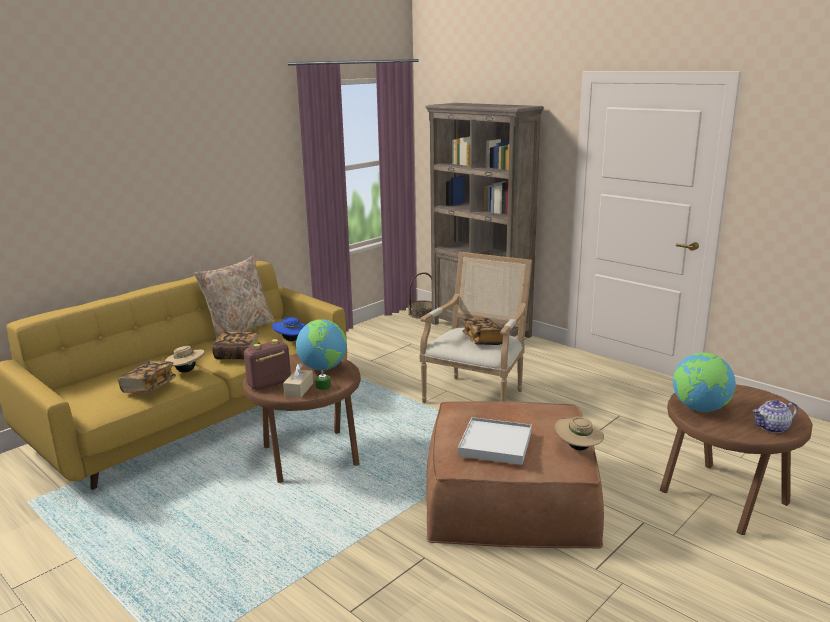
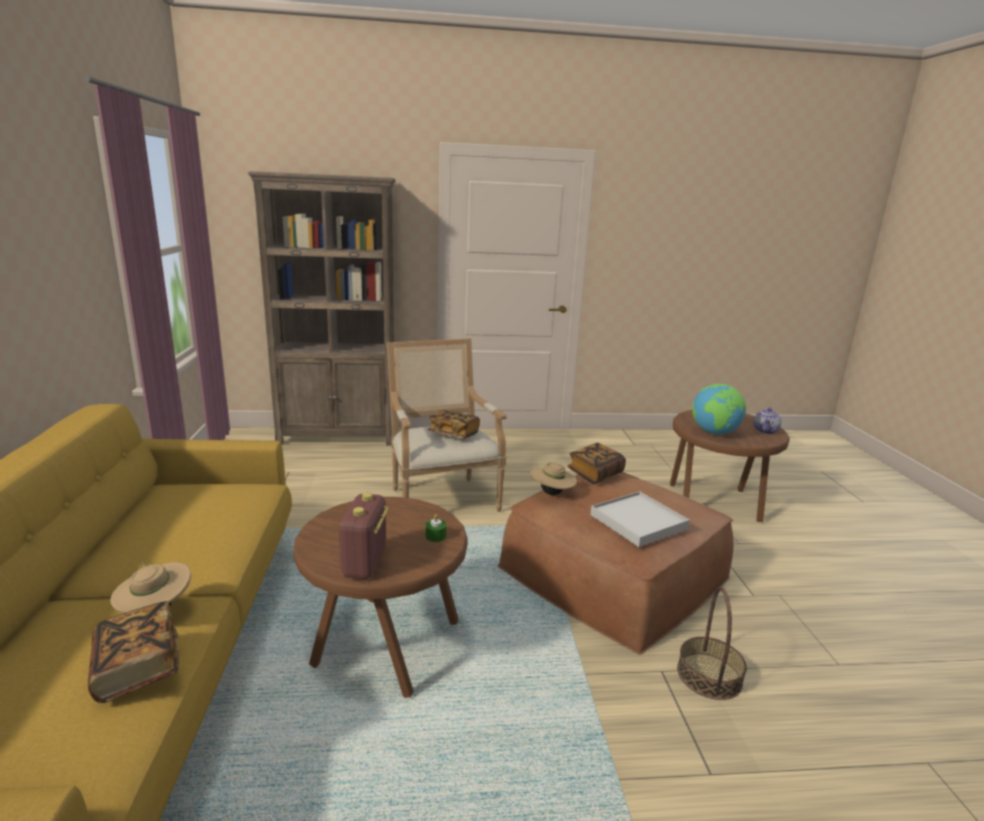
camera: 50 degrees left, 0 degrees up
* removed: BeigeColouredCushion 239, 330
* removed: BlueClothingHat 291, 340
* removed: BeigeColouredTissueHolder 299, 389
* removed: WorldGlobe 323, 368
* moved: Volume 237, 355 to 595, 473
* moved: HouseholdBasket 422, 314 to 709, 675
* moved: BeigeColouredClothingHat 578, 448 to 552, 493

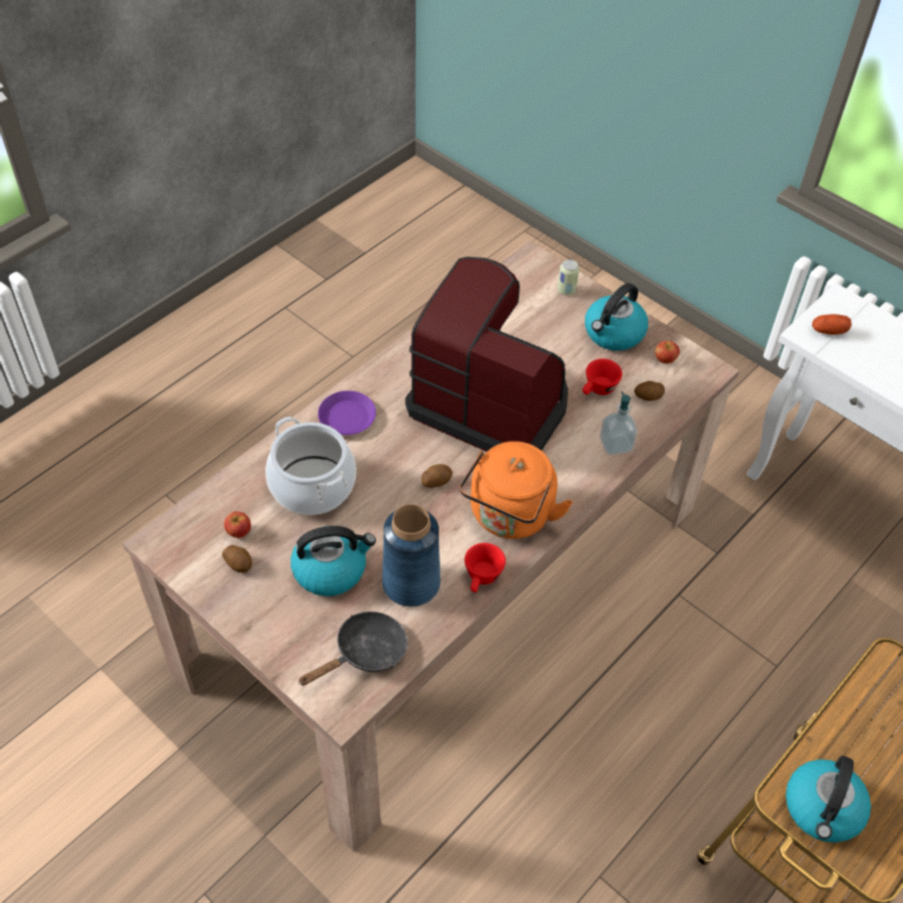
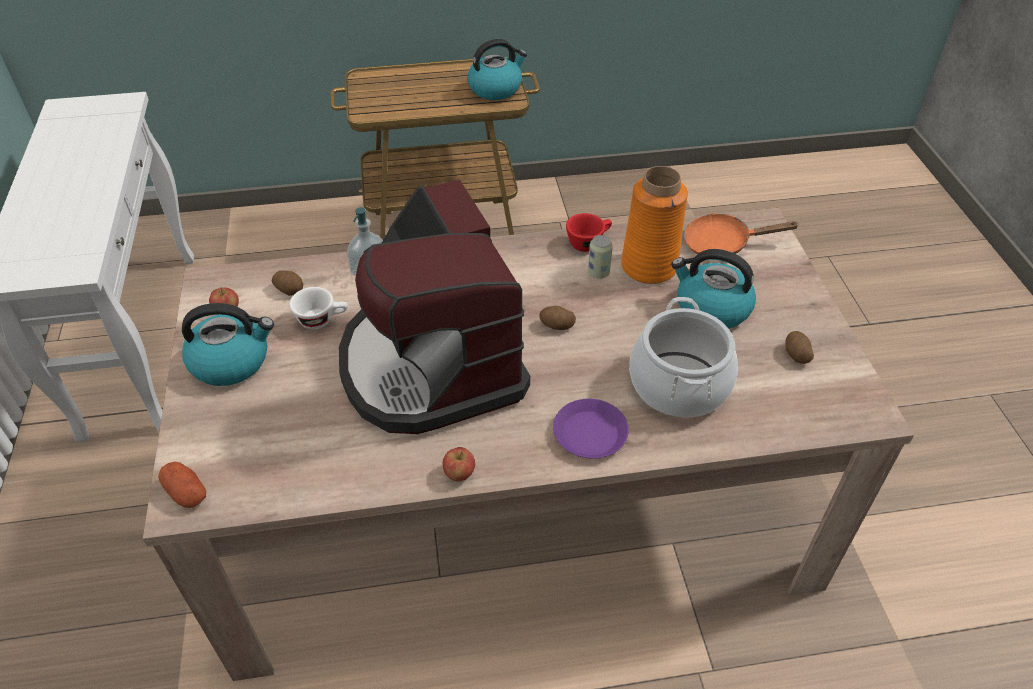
camera: 140 degrees left, 5 degrees down
* removed: OrangeColouredKettle 509, 516
* moved: WholeApple 239, 532 to 459, 473
* moved: Can 566, 290 to 598, 273
* moved: Potato 828, 331 to 186, 493
* recoloured: BlackColouredSkillet 365, 653 to OrangeColouredSkillet 722, 244
* recoloured: BlueVase 411, 583 to OrangeColouredVase 649, 266
* recoloured: RedCup 598, 390 to WhiteCup 322, 319

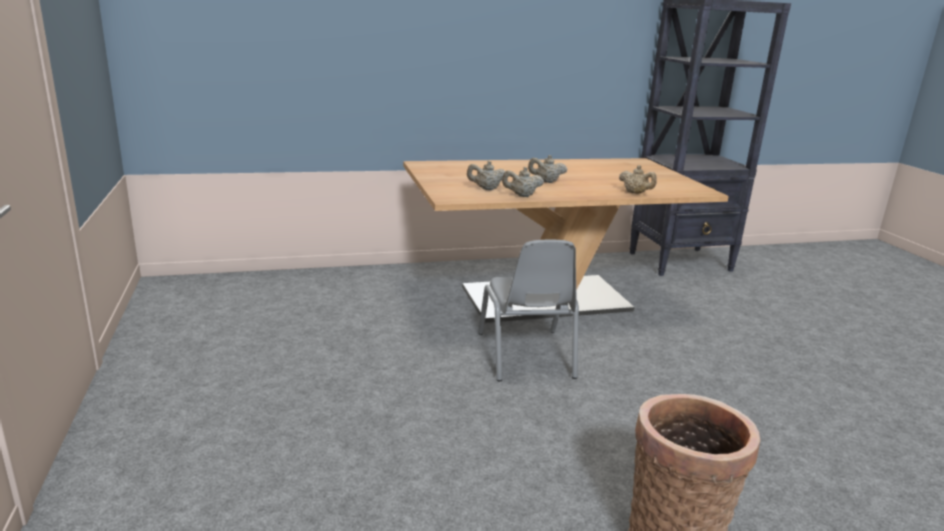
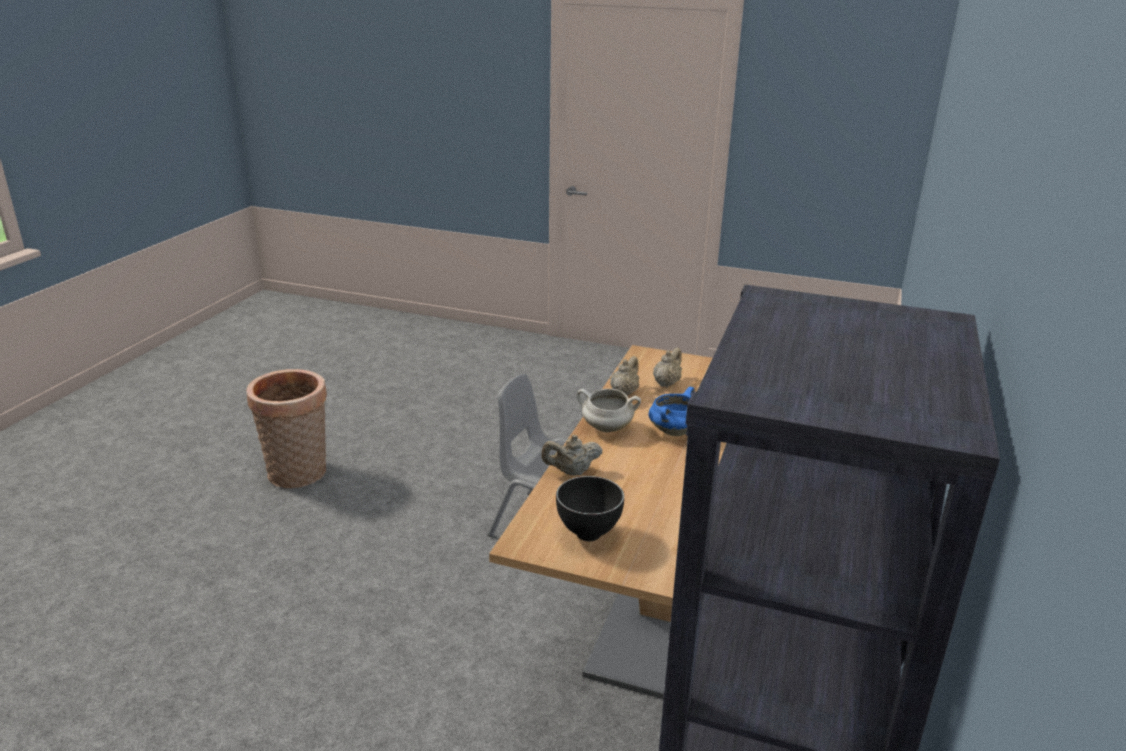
camera: 125 degrees right, 5 degrees up
* added: BlackColouredServingBowl 586, 535
* added: WhiteCookingPot 606, 428
* replaced: BeigeColouredTeapot 546, 182 to BlueCookingPot 674, 431

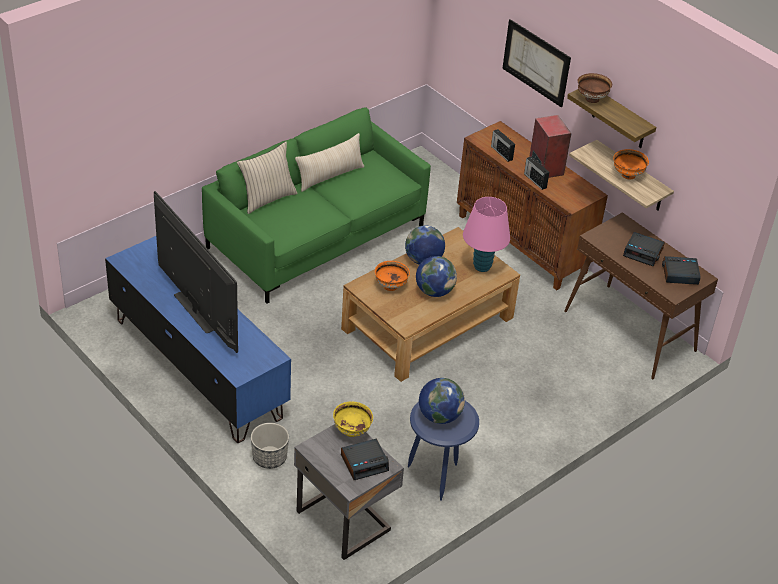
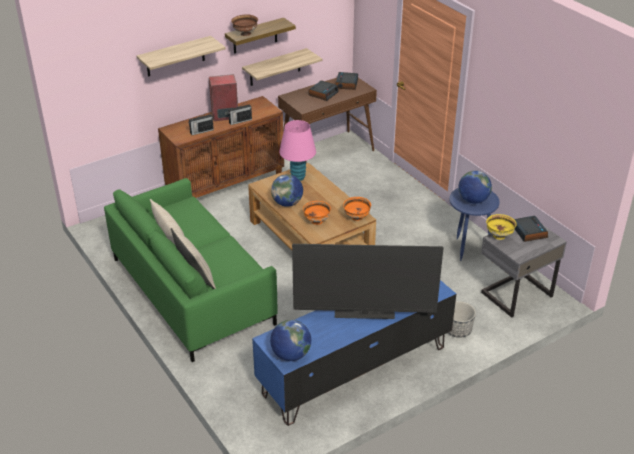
camera: 80 degrees left, 5 degrees down
* moved: WorldGlobe 434, 291 to 291, 354
* moved: OrangeColouredServingBowl 627, 175 to 357, 217
* replaced: WallArt 536, 62 to WallShelf 175, 56
* turned: Television 195, 312 = 364, 314 150 degrees counterclockwise

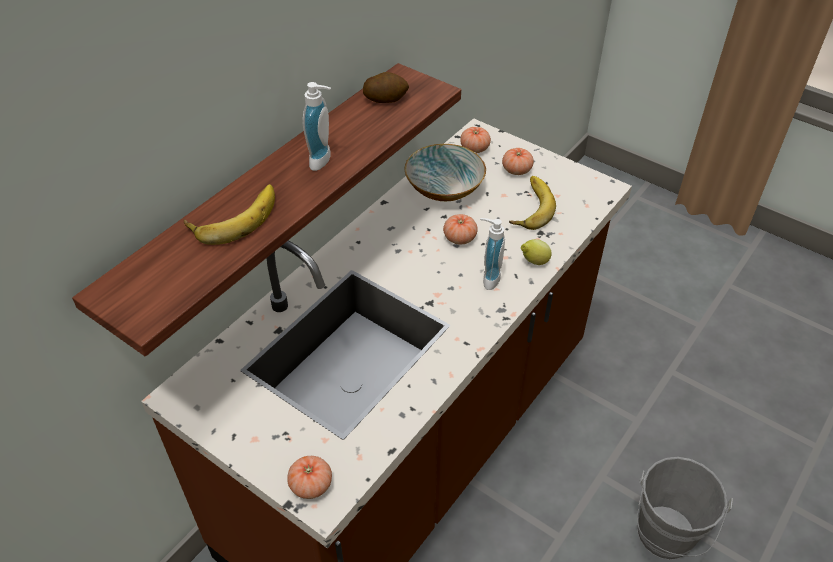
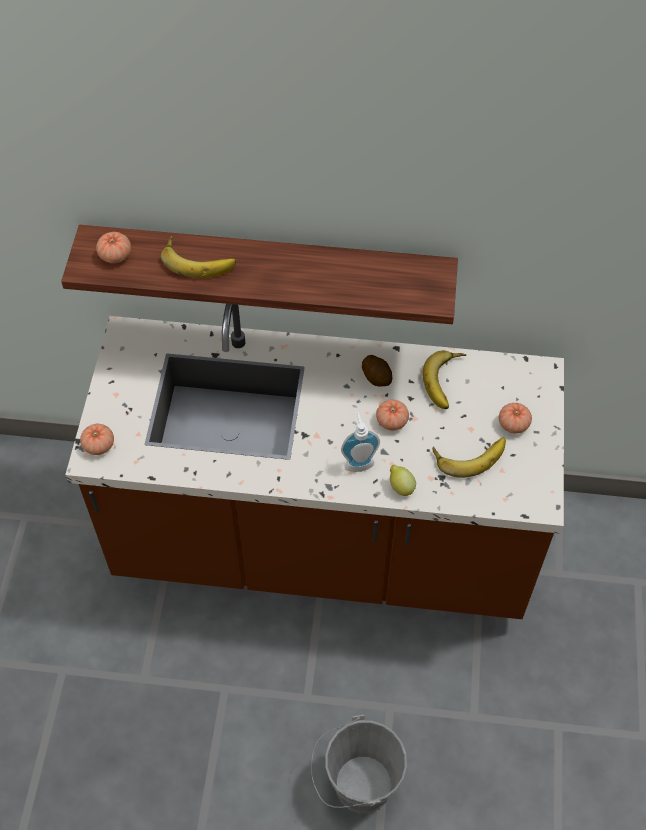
camera: 60 degrees right, 10 degrees up
* removed: SoapBottle 324, 161
* moved: Potato 386, 99 to 377, 377
* moved: FreshTomato 474, 148 to 115, 255
* replaced: ServingBowl 445, 188 to WholeBanana 447, 382

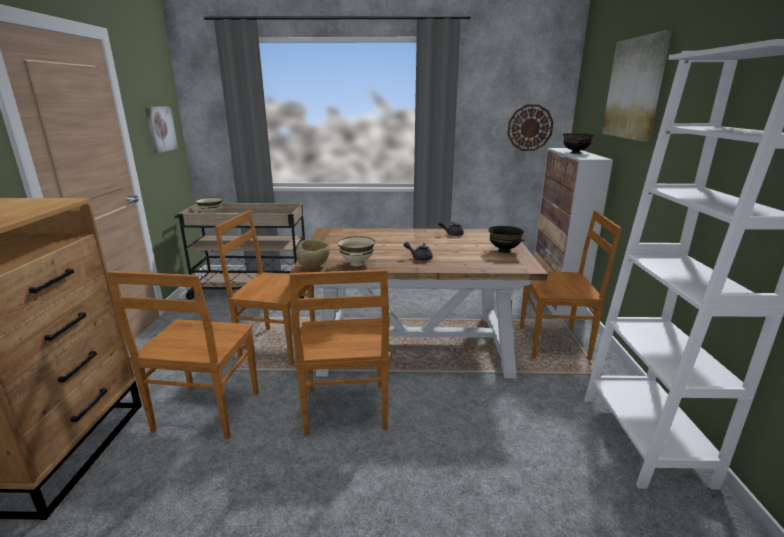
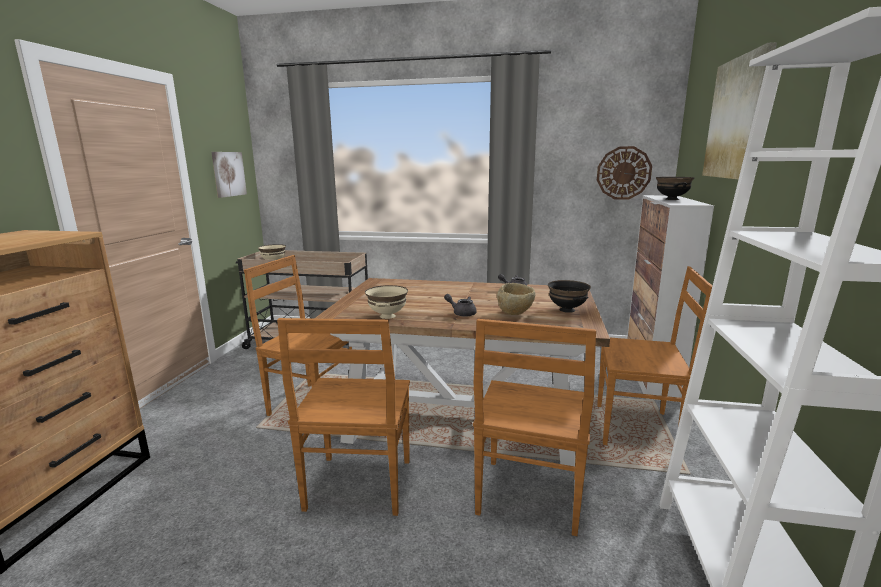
camera: 10 degrees right, 5 degrees down
* moved: BrownChair 206, 413 to 529, 497
* moved: BeigeColouredServingBowl 314, 267 to 516, 313

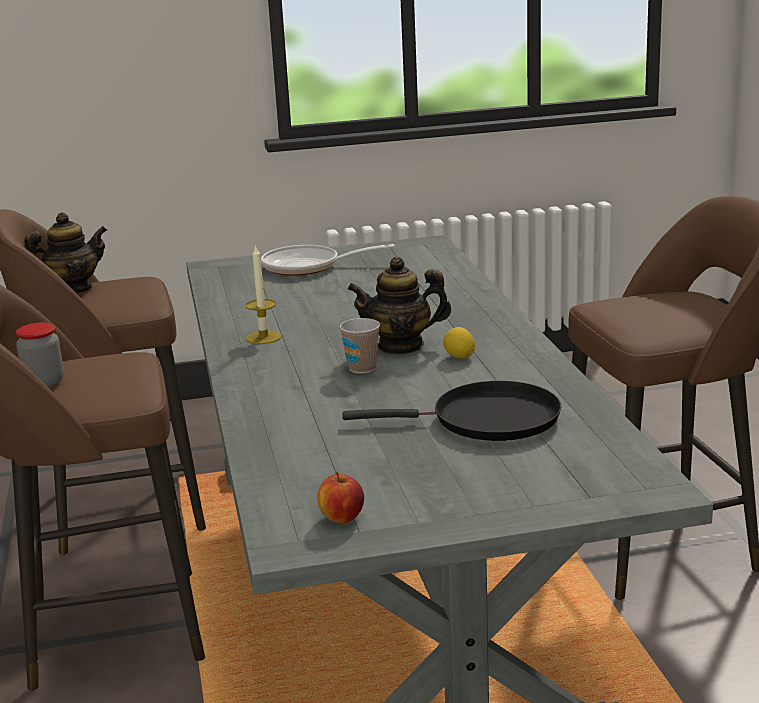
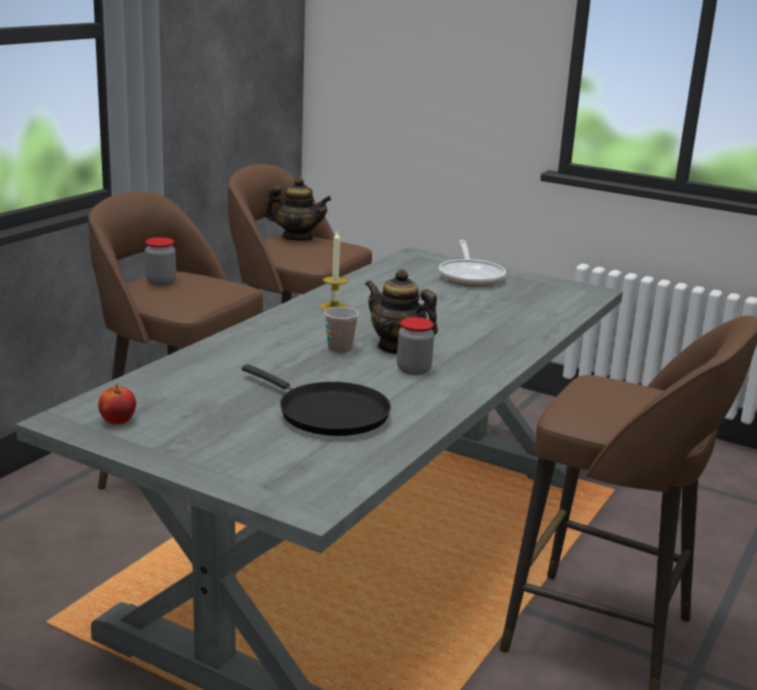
camera: 40 degrees right, 0 degrees up
* replaced: CitrusFruit 459, 357 to Jar 413, 370
* turned: Skillet 308, 266 = 471, 276 135 degrees counterclockwise

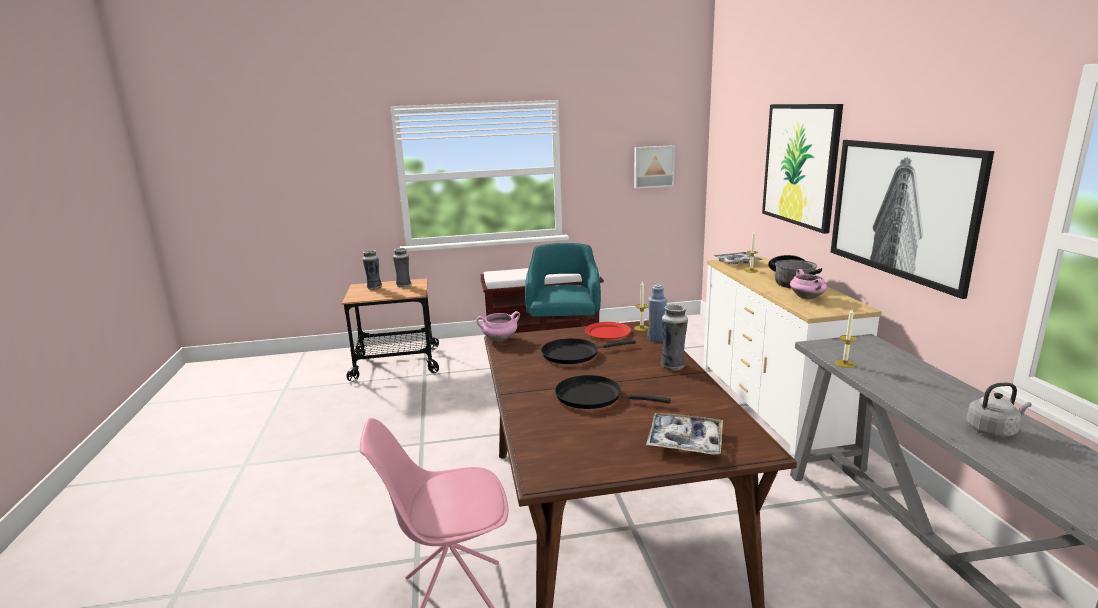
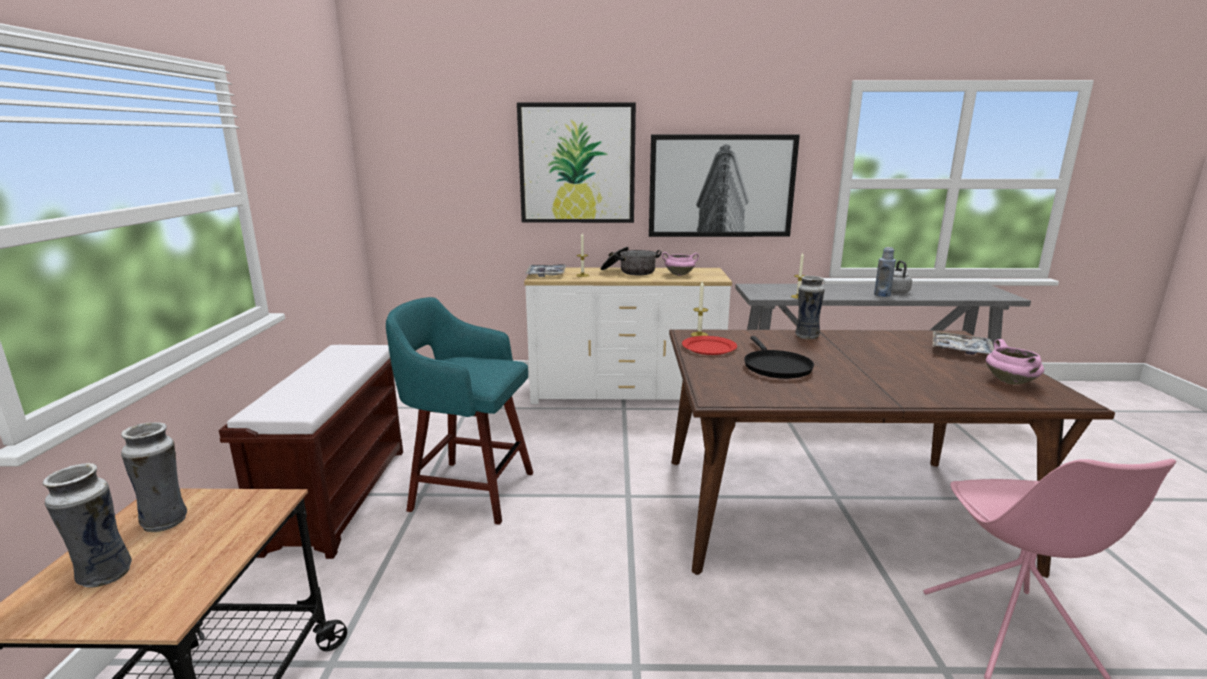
camera: 80 degrees left, 0 degrees up
* removed: BlackColouredSkillet 593, 397
* removed: WallArt 653, 166
* moved: PinkColouredCookingPot 499, 339 to 1011, 382
* moved: BlueBottle 656, 338 to 882, 295

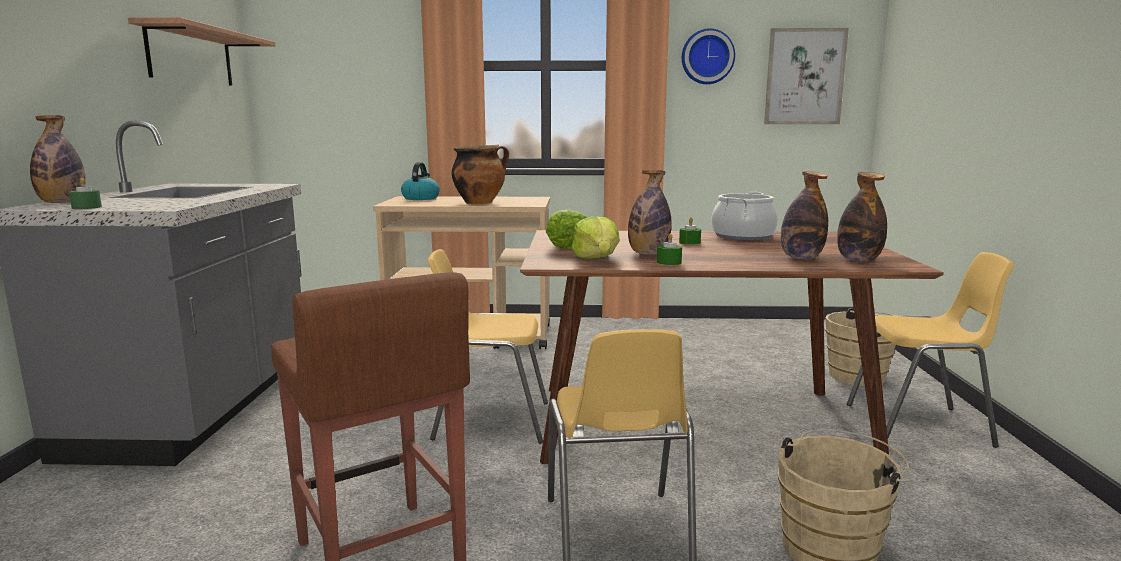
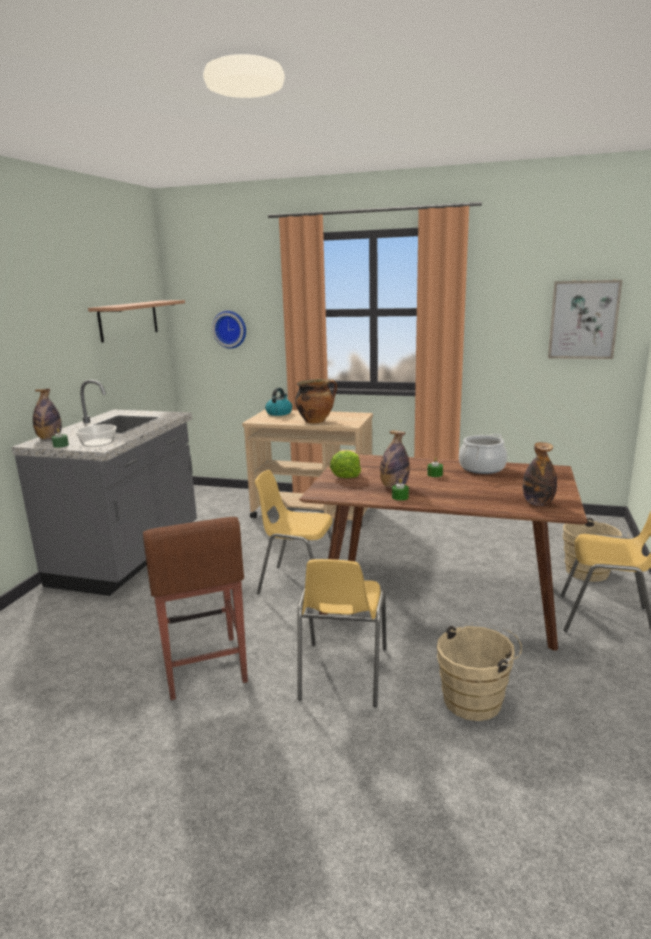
camera: 15 degrees right, 5 degrees up
* removed: HeadOfLettuce 597, 259
* removed: Bottle 801, 258
* added: ServingBowl 97, 443
* moved: WallClock 707, 57 to 230, 329

